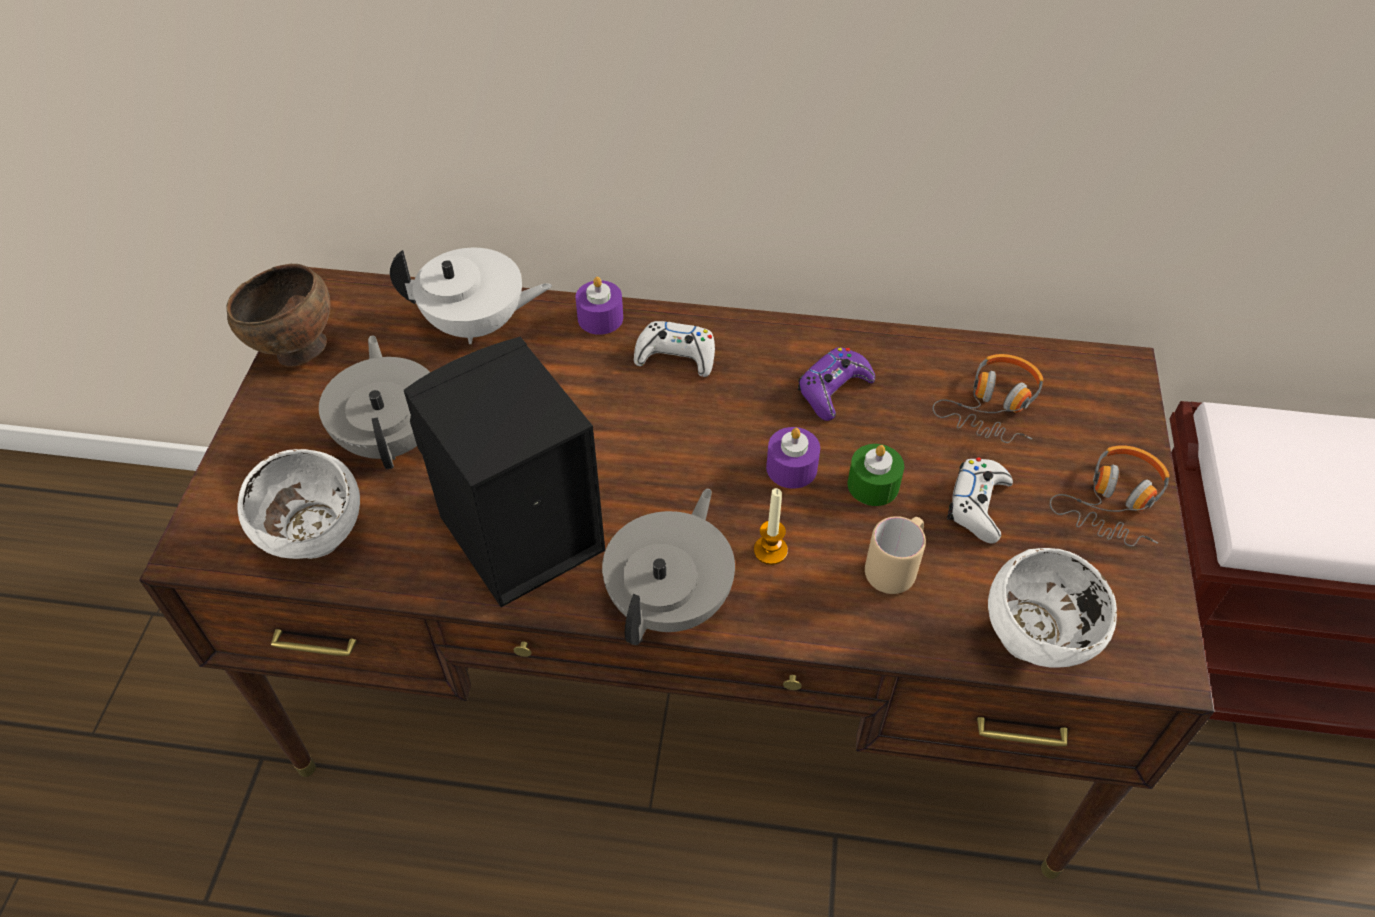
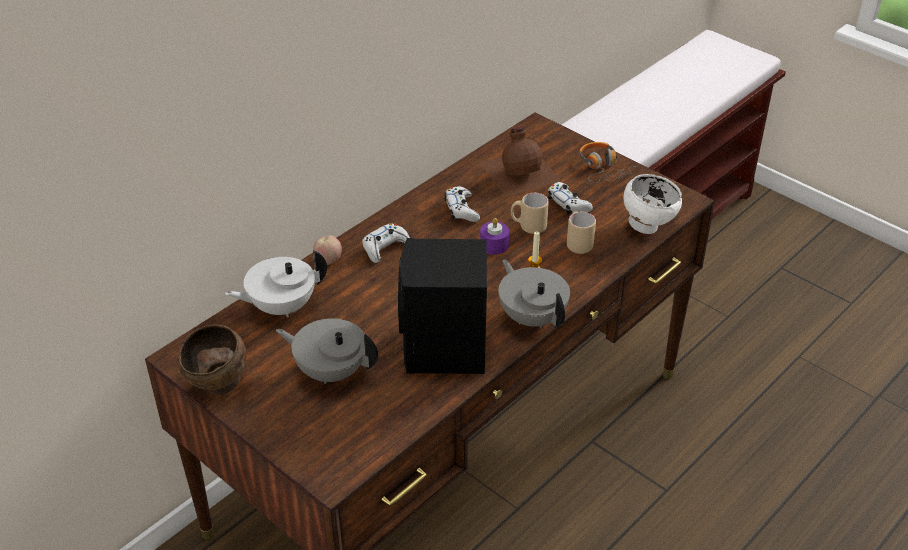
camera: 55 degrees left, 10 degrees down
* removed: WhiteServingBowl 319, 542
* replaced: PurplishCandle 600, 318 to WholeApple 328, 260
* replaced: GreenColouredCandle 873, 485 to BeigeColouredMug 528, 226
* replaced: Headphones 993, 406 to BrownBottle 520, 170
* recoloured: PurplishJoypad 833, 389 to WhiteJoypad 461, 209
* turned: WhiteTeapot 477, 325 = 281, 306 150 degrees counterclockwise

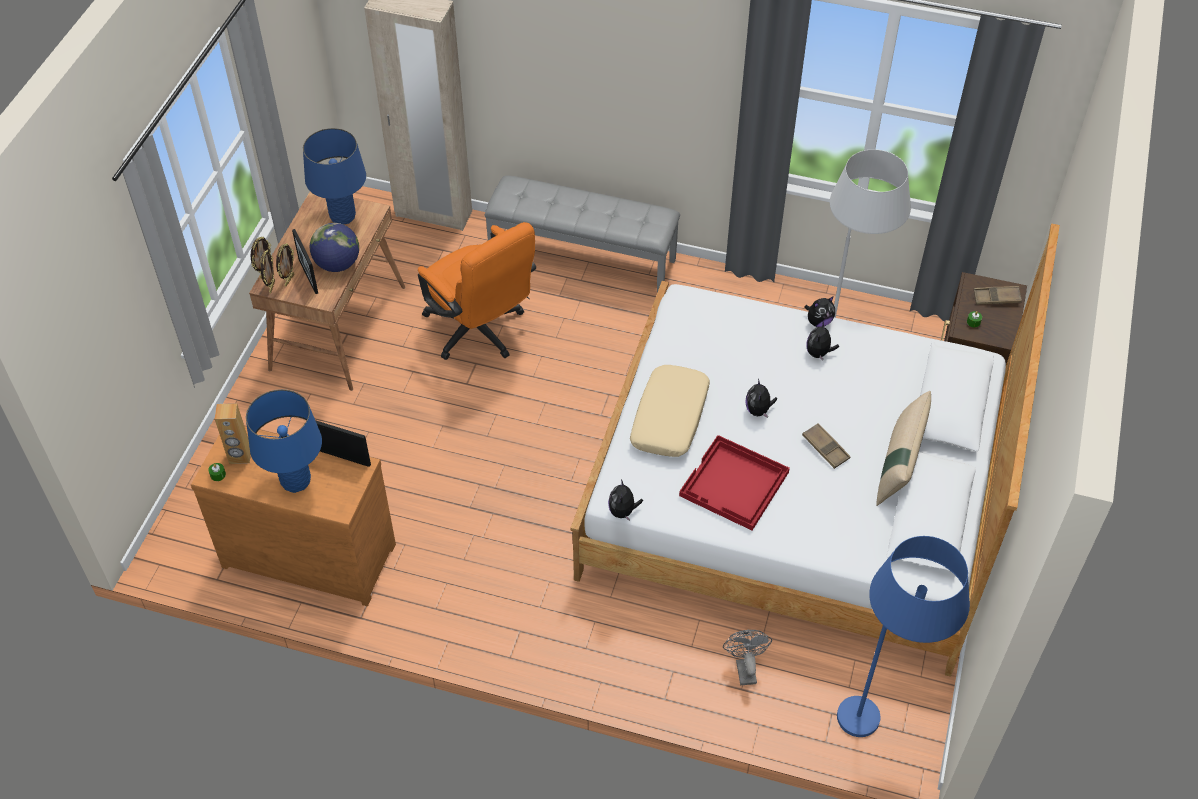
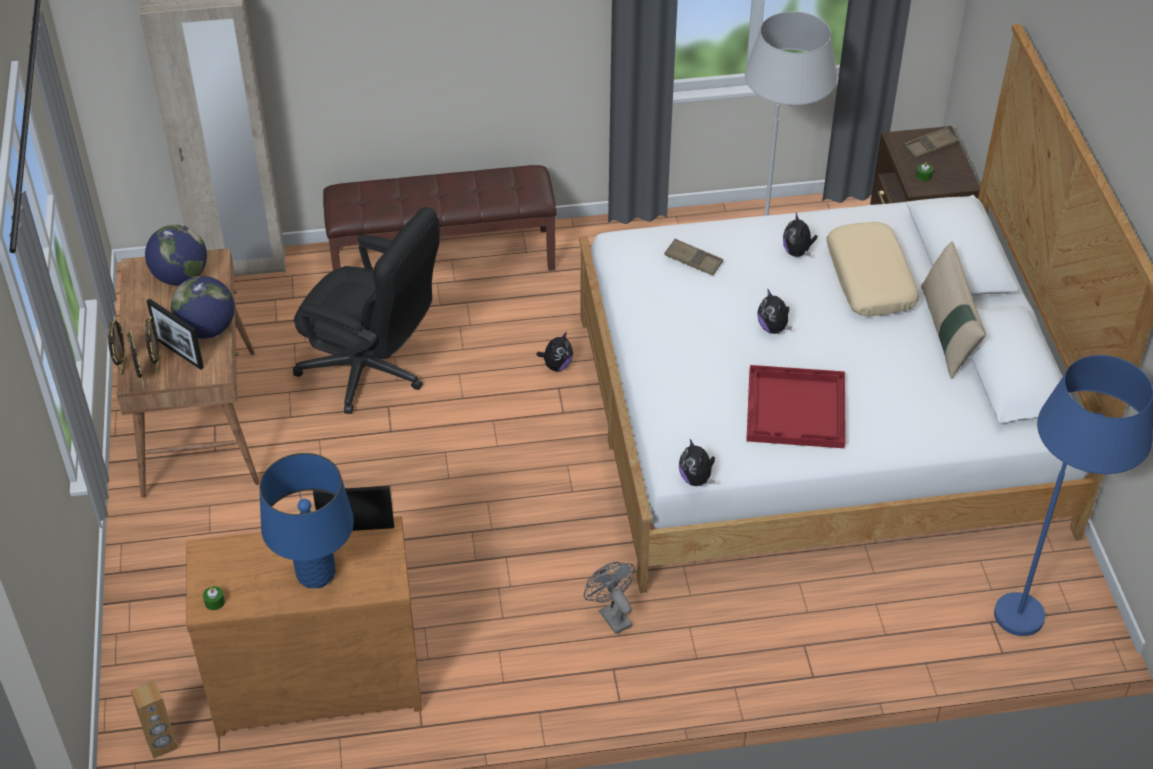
camera: 25 degrees left, 5 degrees down
* moved: BrownAudioSpeaker 240, 456 to 162, 745
* moved: BeigeColouredCushion 670, 418 to 870, 279
* moved: GrayCoolingFan 744, 668 to 611, 615
* moved: BrownServingTray 825, 448 to 693, 260
* moved: CuddlyToy 818, 322 to 557, 365
* replaced: BlueLampForATable 343, 216 to WorldGlobe 180, 277
* recoloured: OrangeColouredDeskChair 480, 333 to BlackColouredDeskChair 373, 372
* recoloured: GrayLongSeat 583, 258 to BrownLongSeat 443, 258

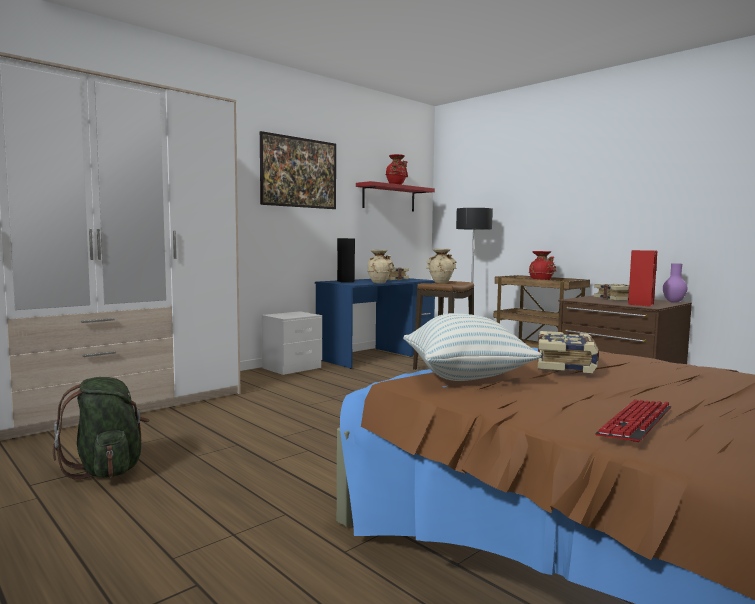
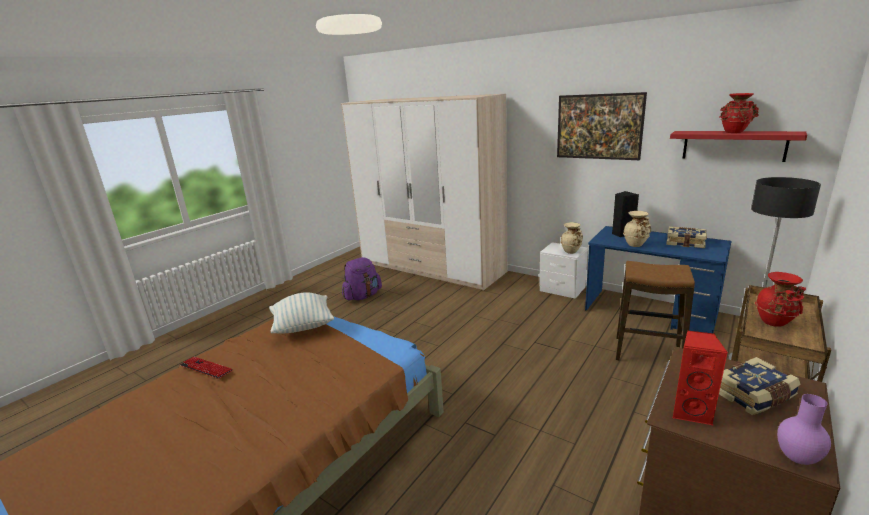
camera: 80 degrees right, 15 degrees up
* removed: Volume 566, 365
* moved: BeigeColouredVase 440, 282 to 571, 251
* recoloured: GreenColouredKnapsack 107, 469 to PurplishKnapsack 363, 296

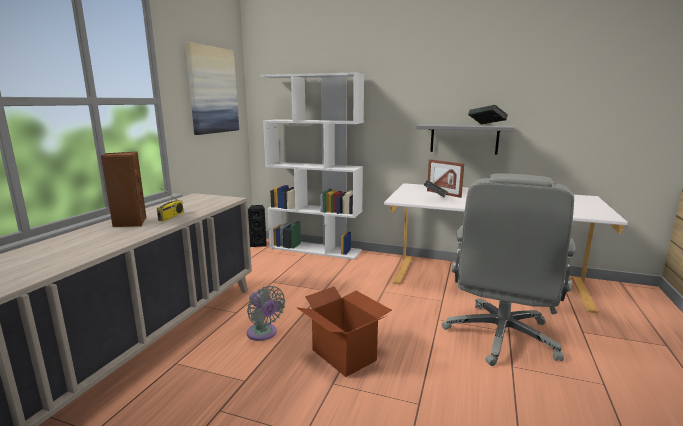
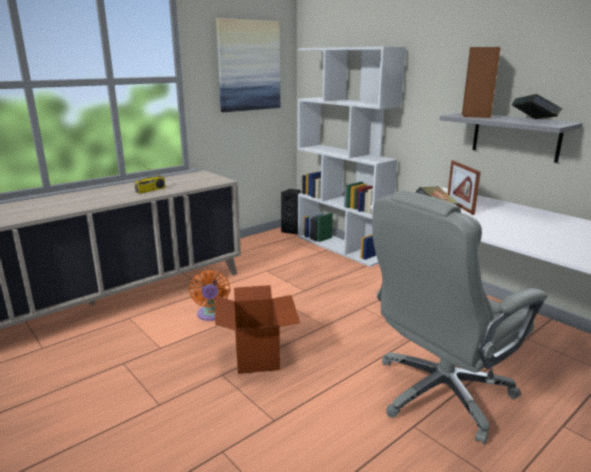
camera: 30 degrees right, 5 degrees up
* moved: BrownAudioSpeaker 130, 223 to 475, 116
* recoloured: GrayCoolingFan 263, 334 to OrangeColouredCoolingFan 211, 315

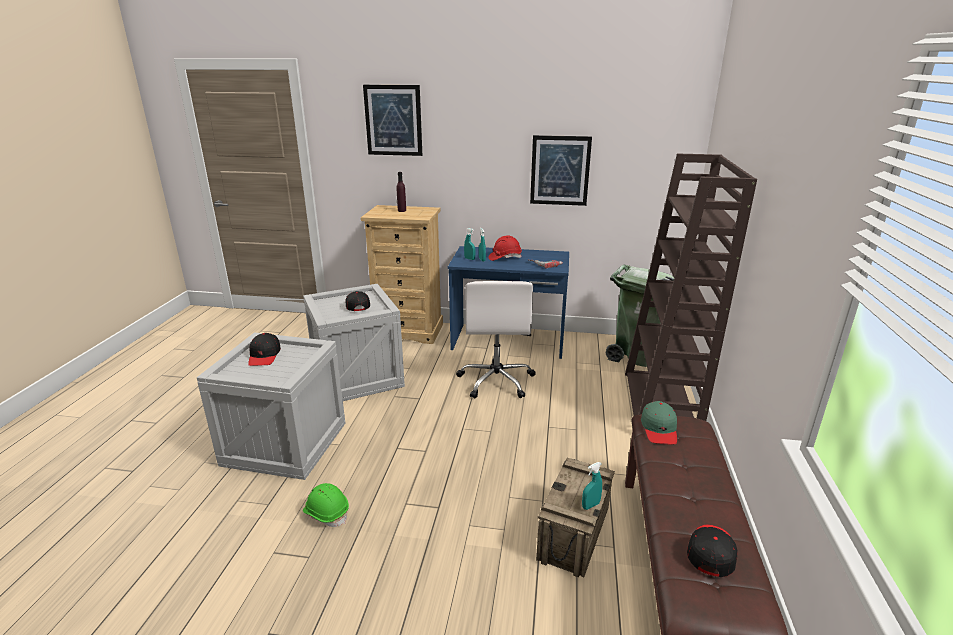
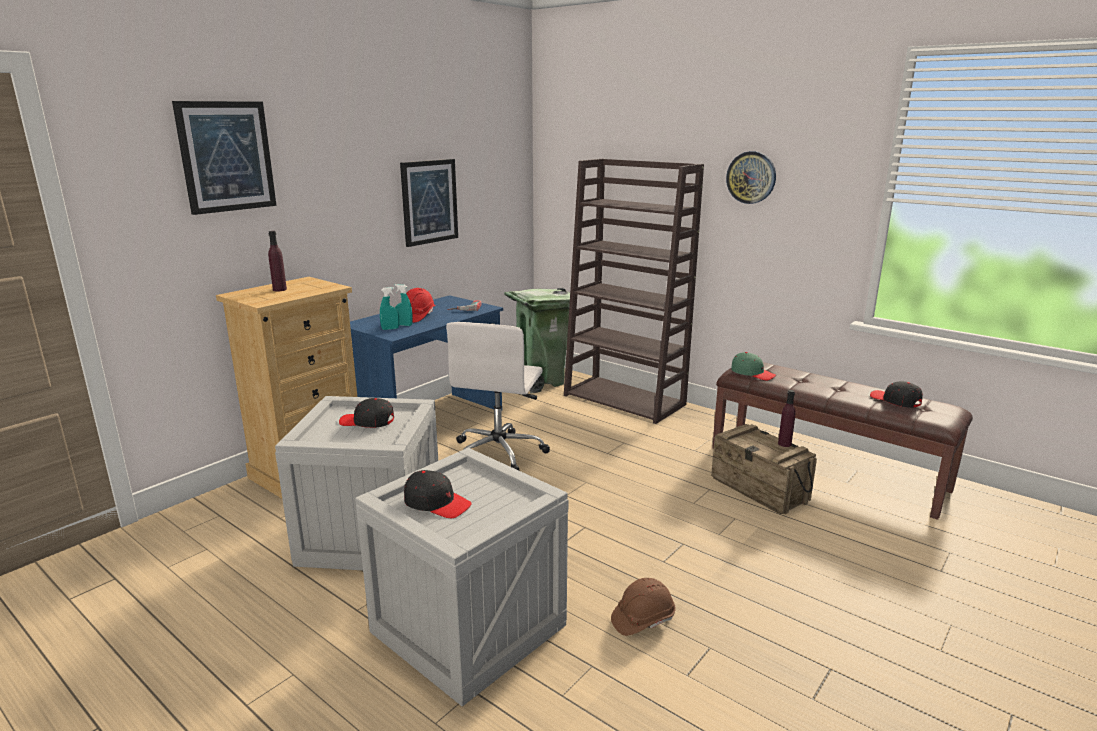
camera: 60 degrees left, 5 degrees down
* added: WallClock 751, 177
* replaced: TurquoiseColouredSprayBottle 590, 505 to PurplishBottle 784, 444
* recoloured: GreenColouredSafetyHelmet 326, 513 to BrownSafetyHelmet 642, 619
* turned: WhiteDeskChair 496, 380 = 499, 452 75 degrees clockwise

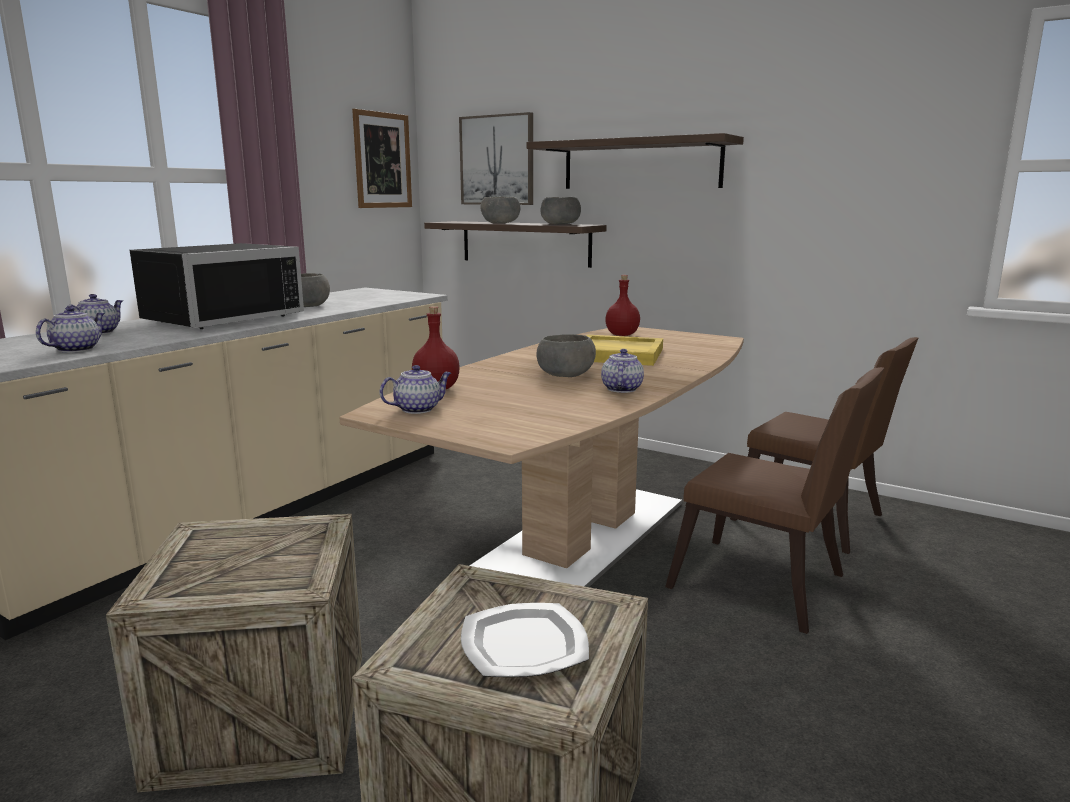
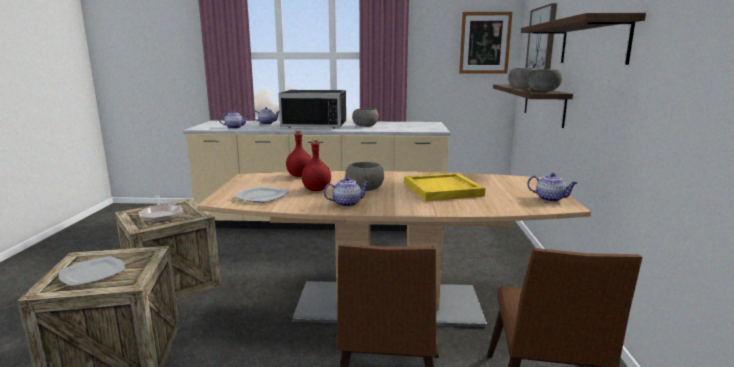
camera: 60 degrees right, 0 degrees up
* added: Skillet 161, 215
* added: FlatDish 261, 196
* moved: Teapot 418, 409 to 550, 199
* moved: RedBottle 622, 335 to 316, 190

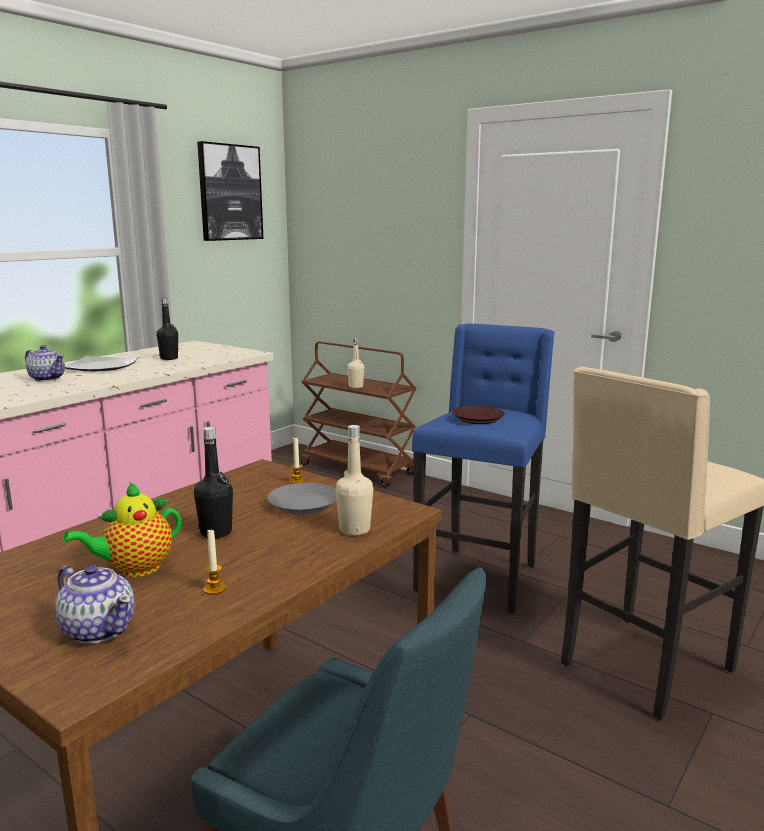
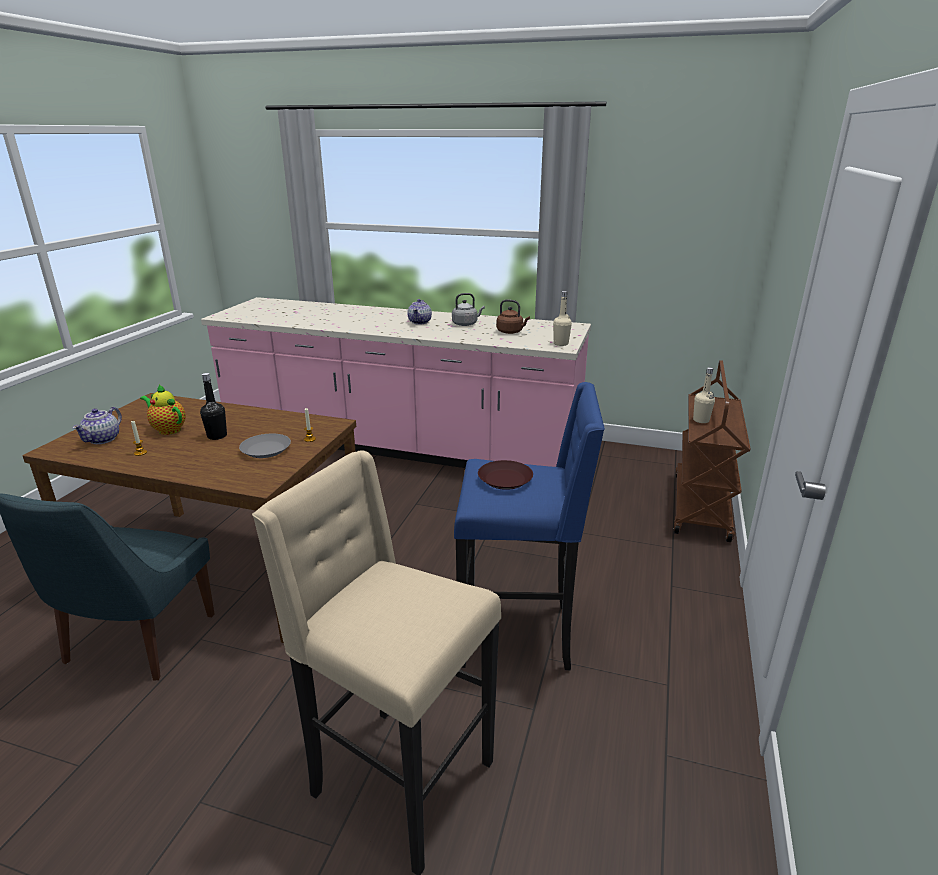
camera: 70 degrees right, 10 degrees up
* removed: WallArt 230, 192
* moved: BeigeColouredBottle 354, 529 to 561, 344
* replaced: FlatDish 102, 366 to GrayKettle 466, 324
* replaced: BlackColouredBottle 169, 358 to BrownKettle 511, 332

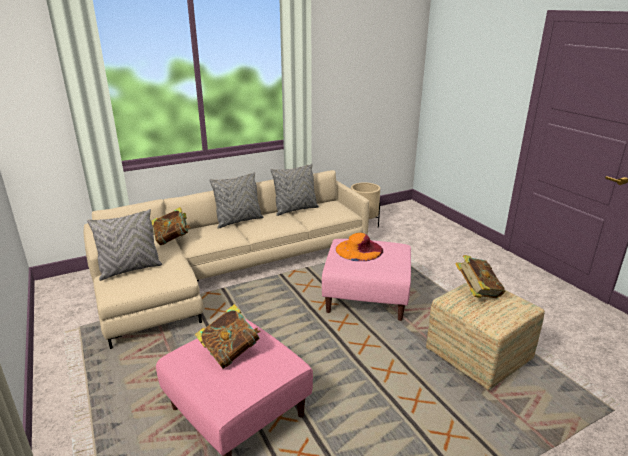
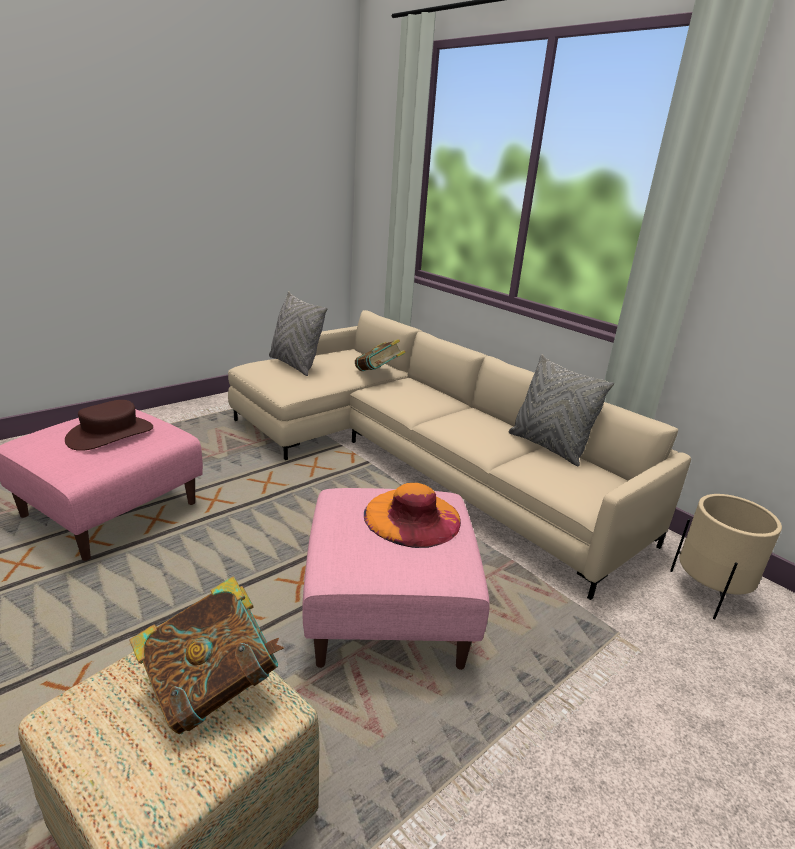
camera: 75 degrees right, 0 degrees up
* removed: GrayCushion 238, 221
* replaced: Volume 230, 353 to BrownClothingHat 110, 434

